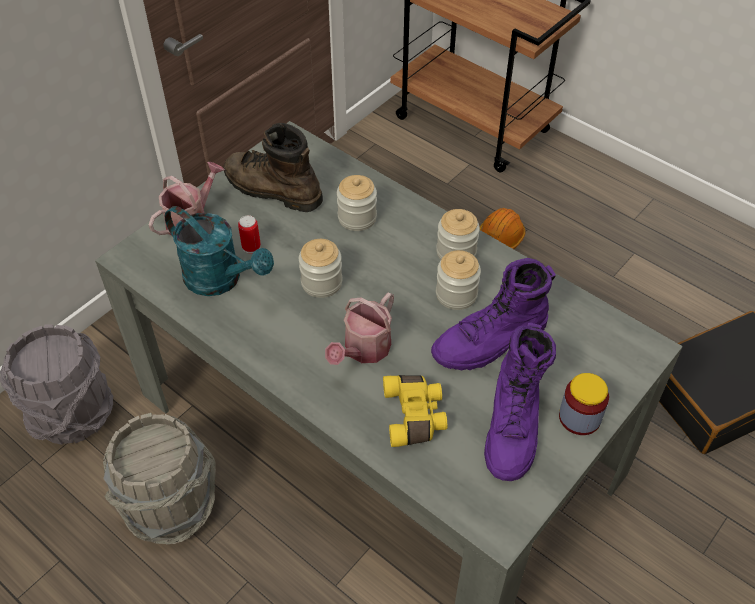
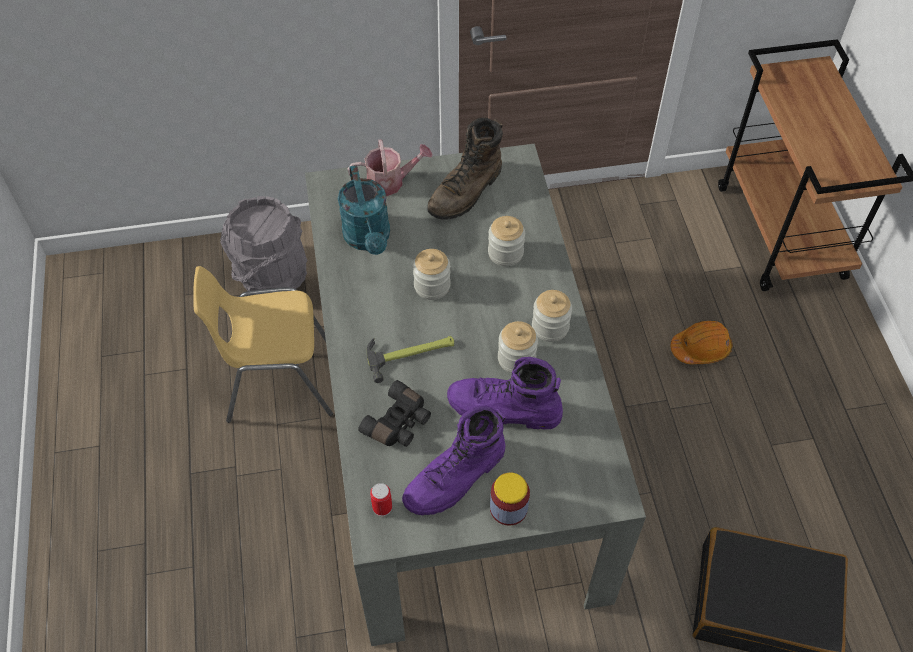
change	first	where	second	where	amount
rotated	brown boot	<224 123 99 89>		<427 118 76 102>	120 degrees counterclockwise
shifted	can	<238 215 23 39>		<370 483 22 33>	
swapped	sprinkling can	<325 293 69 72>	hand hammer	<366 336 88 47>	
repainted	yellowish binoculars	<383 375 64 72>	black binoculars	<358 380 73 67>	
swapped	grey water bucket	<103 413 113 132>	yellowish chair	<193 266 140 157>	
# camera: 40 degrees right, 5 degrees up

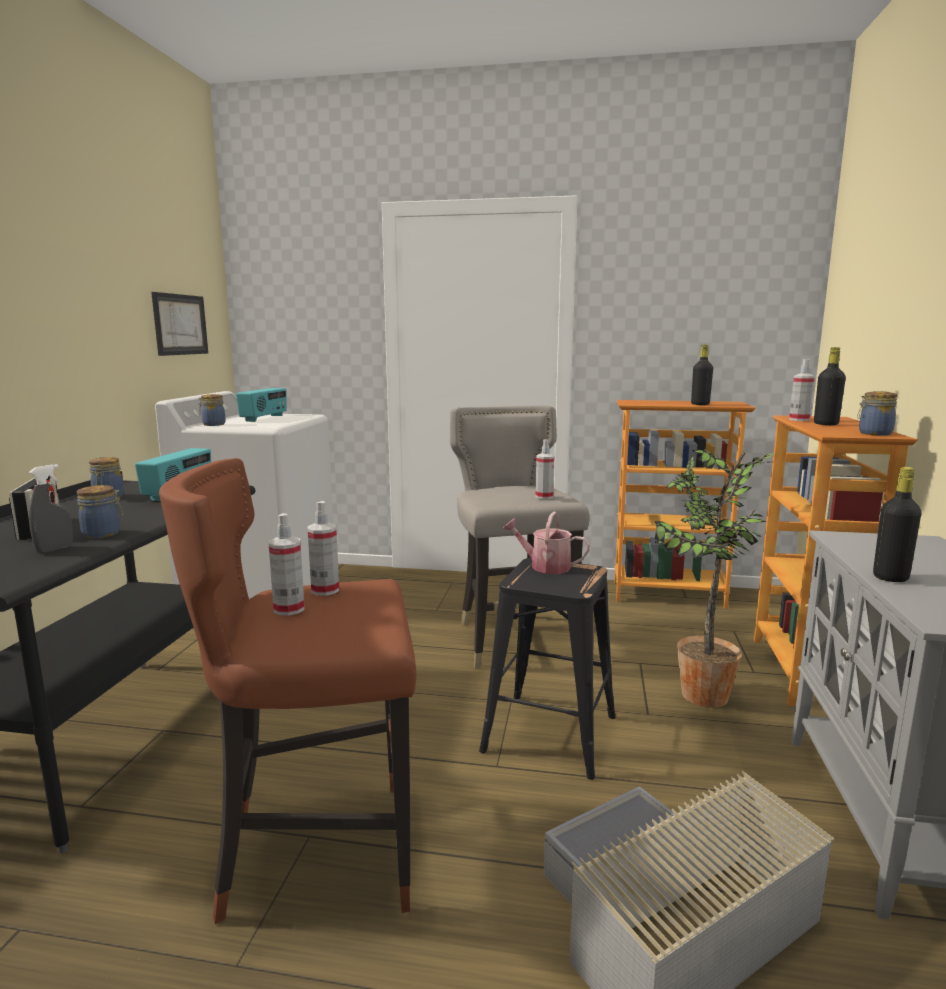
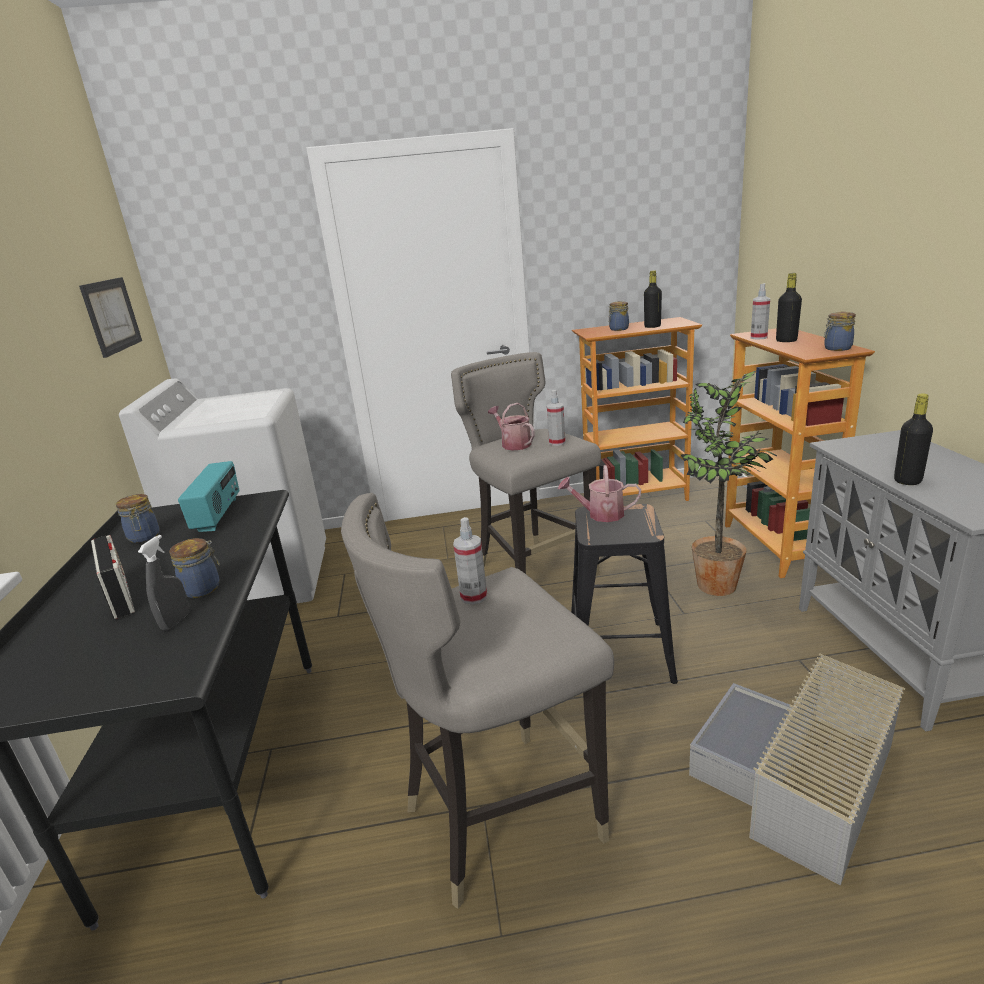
change	first	where	second	where	amount
gone	radio receiver	<236 388 51 34>			
shifted	preserve jar	<198 394 27 32>		<608 301 21 30>	
repainted	brown stool seat	<159 458 257 466>	grey stool seat	<341 493 273 416>	
gone	spray bottle	<269 513 36 103>			
new			sprinkling can	<488 403 47 47>	
# camera: 15 degrees left, 10 degrees up

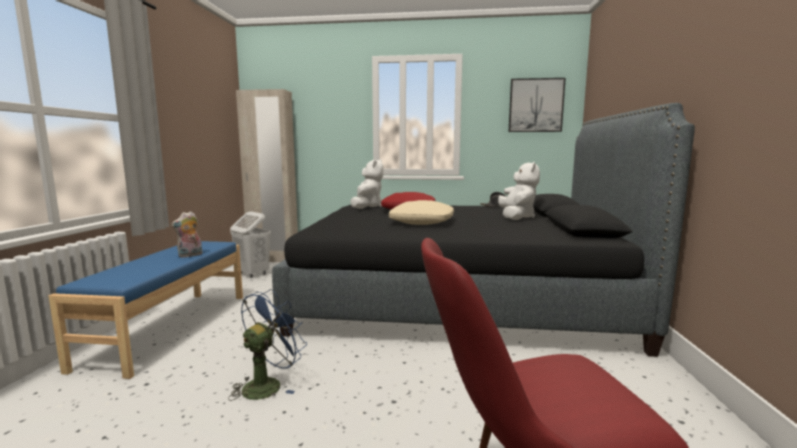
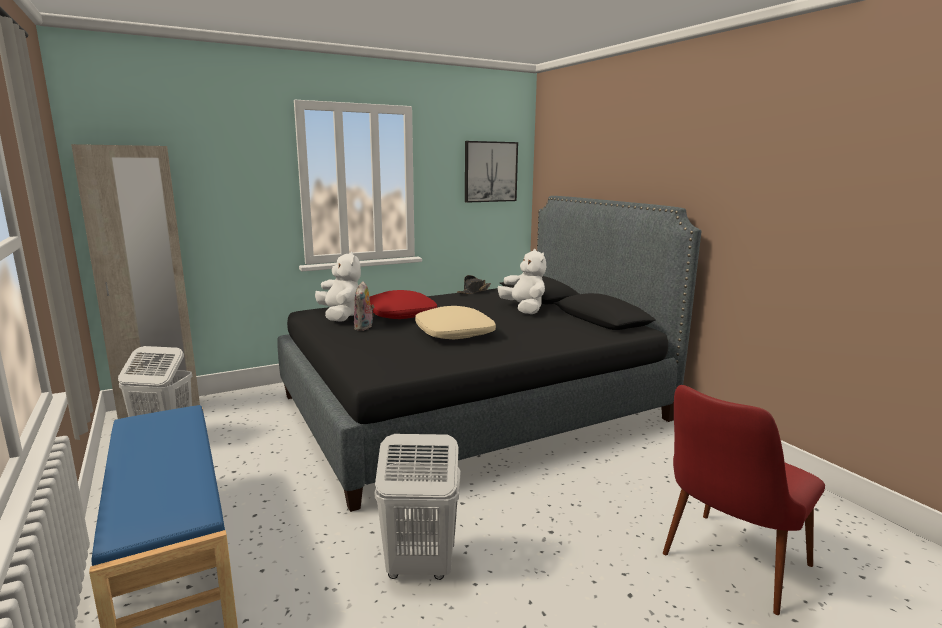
change	first	where	second	where	amount
shifted	soft toy	<171 211 31 47>		<354 281 20 50>	
swapped	blue fan	<228 289 79 112>	white laundry basket	<375 434 85 146>	
# camera: 35 degrees left, 5 degrees up

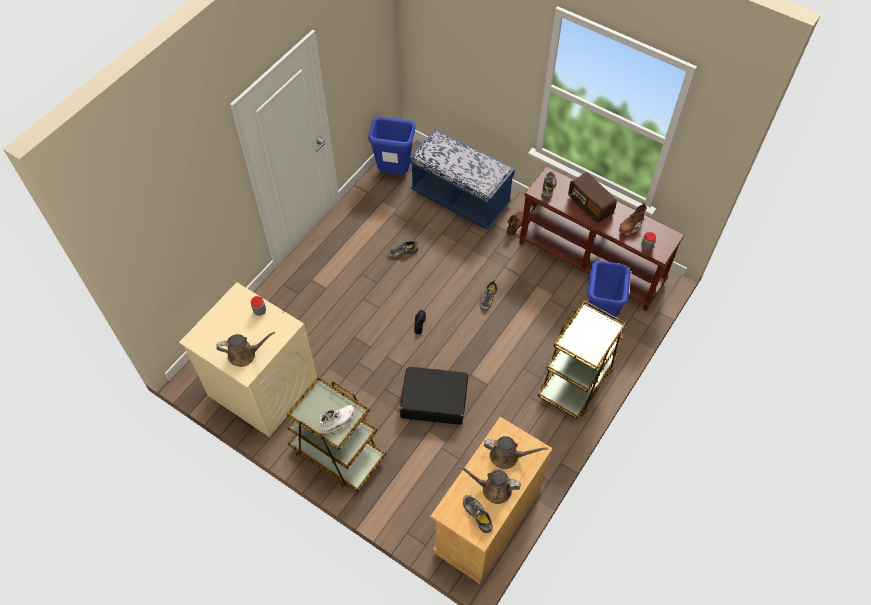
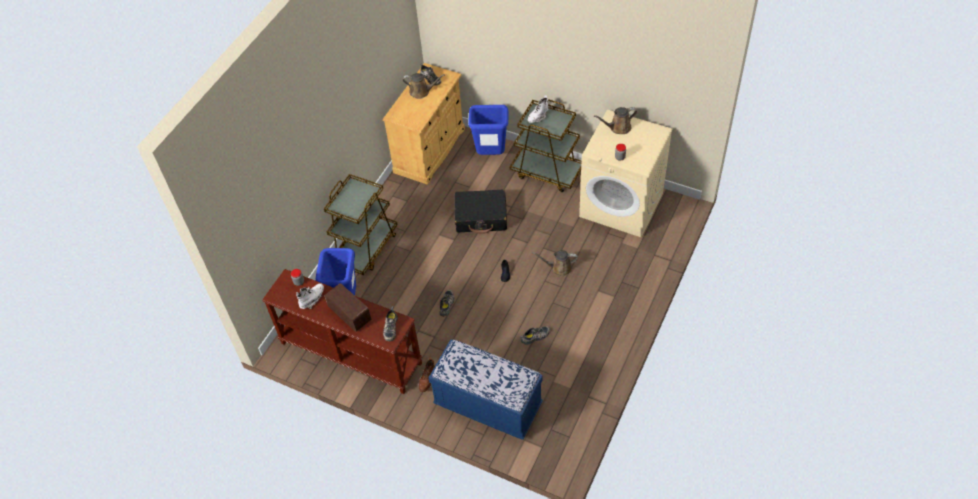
change	first	where	second	where	amount
shifted	blue waste bin	<368 117 48 57>		<468 105 41 50>	
repainted	brown boot	<619 203 28 31>	white boot	<296 284 28 25>	
shifted	brown sprinkling can	<484 436 64 33>		<532 250 46 26>	
# camera: 175 degrees right, 5 degrees down

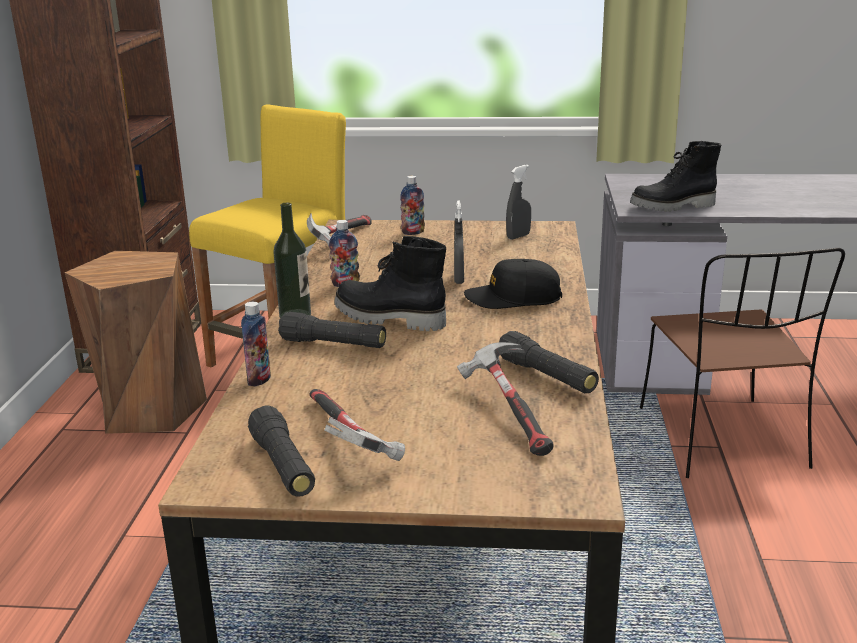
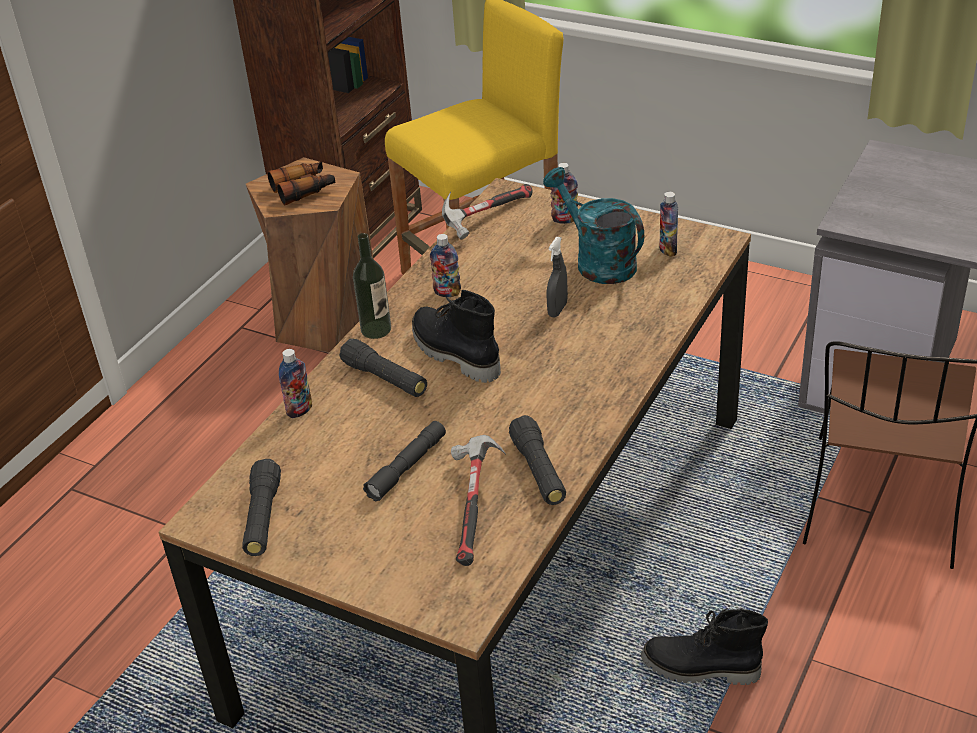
change	first	where	second	where	amount
shifted	black boot	<630 141 91 71>		<641 608 127 77>	
swapped	grey spray bottle	<506 165 25 75>	bottle	<659 192 19 65>	
gone	black cap	<464 259 98 50>			
gone	hand hammer	<309 389 96 72>			
new			binoculars	<267 162 69 43>	
new			blue-green sprinkling can	<543 167 101 117>	
new			grey flashlight	<363 421 83 81>	
# camera: 25 degrees right, 15 degrees up

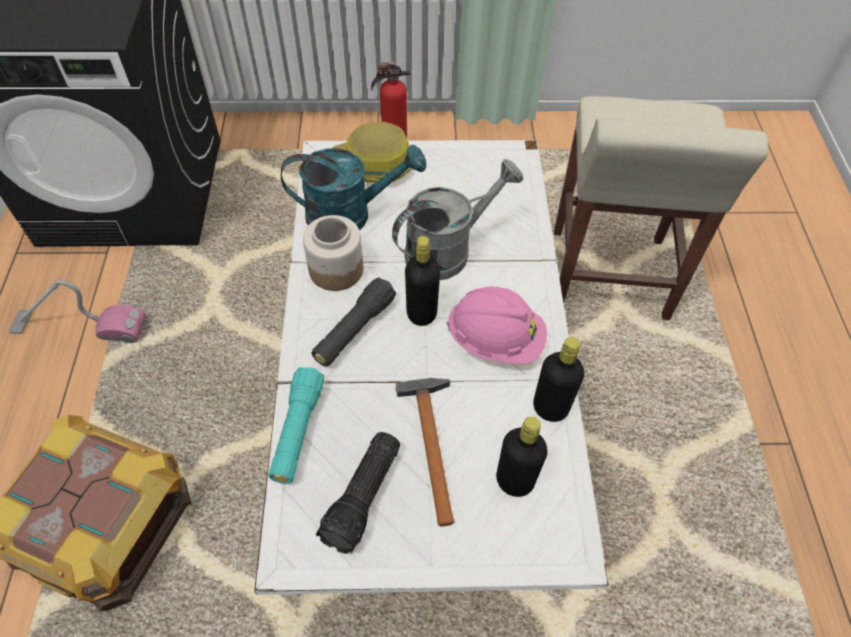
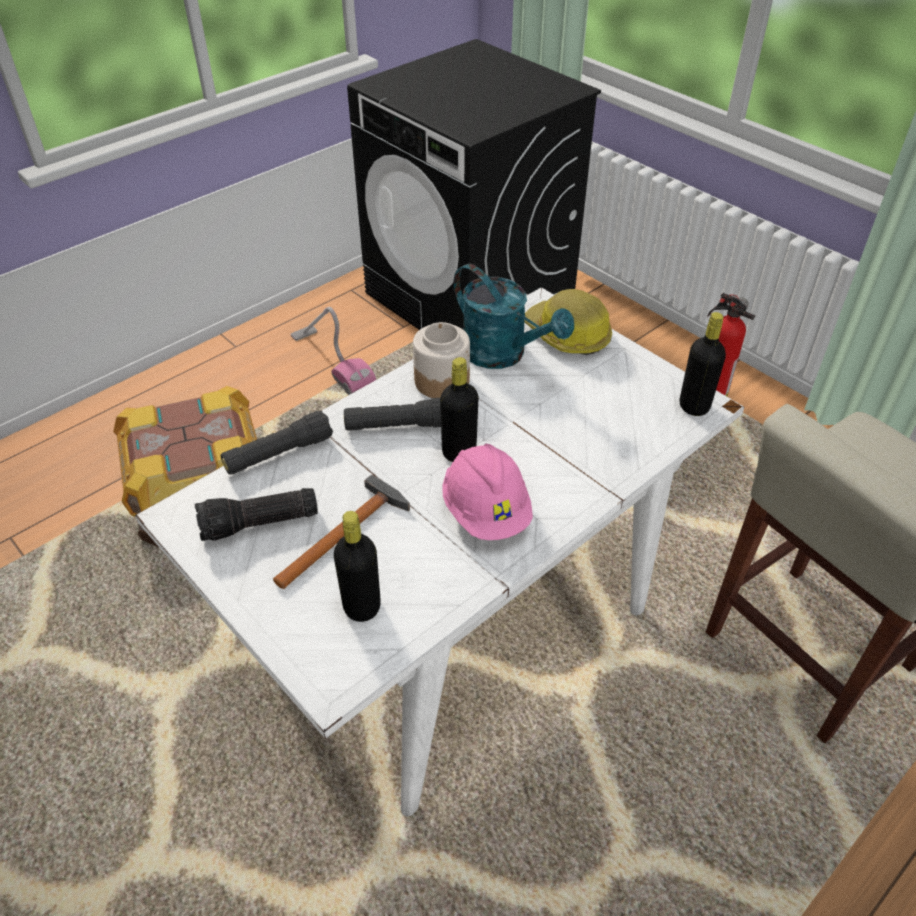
change	first	where	second	where	amount
gone	grey sprinkling can	<392 159 131 121>			
shifted	black bottle	<533 337 51 85>		<680 312 46 104>	
repainted	blue-green flashlight	<269 367 55 117>	black flashlight	<220 411 113 64>	
# camera: 50 degrees right, 10 degrees down

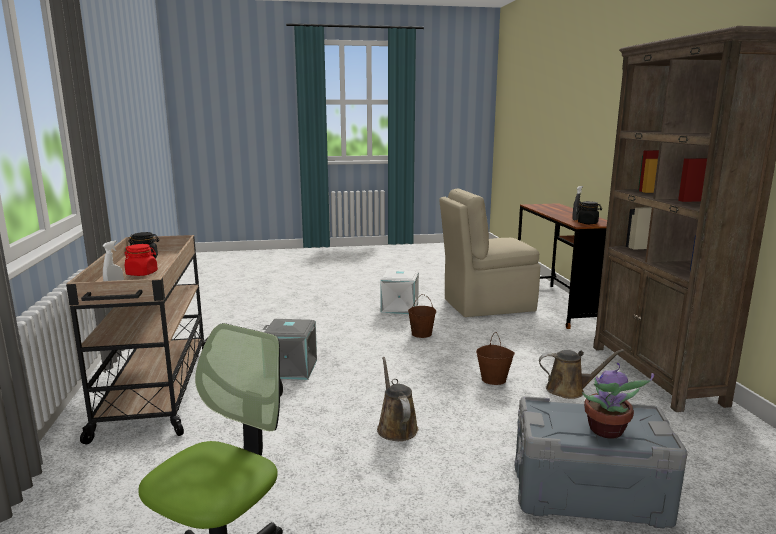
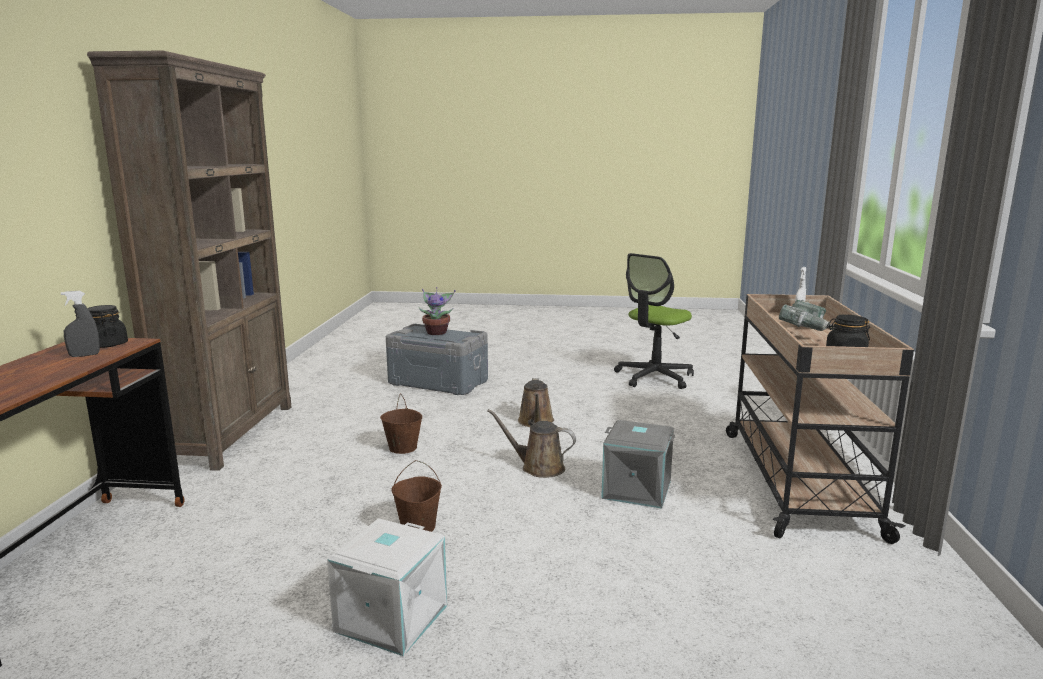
change	first	where	second	where	amount
gone	beige-coloured chair	<439 188 101 129>			
swapped	reddish preserve jar	<125 244 33 32>	drill	<779 300 55 31>	
shifted	brown sprinkling can	<539 349 85 50>		<487 409 89 69>	
# camera: 165 degrees left, 0 degrees up

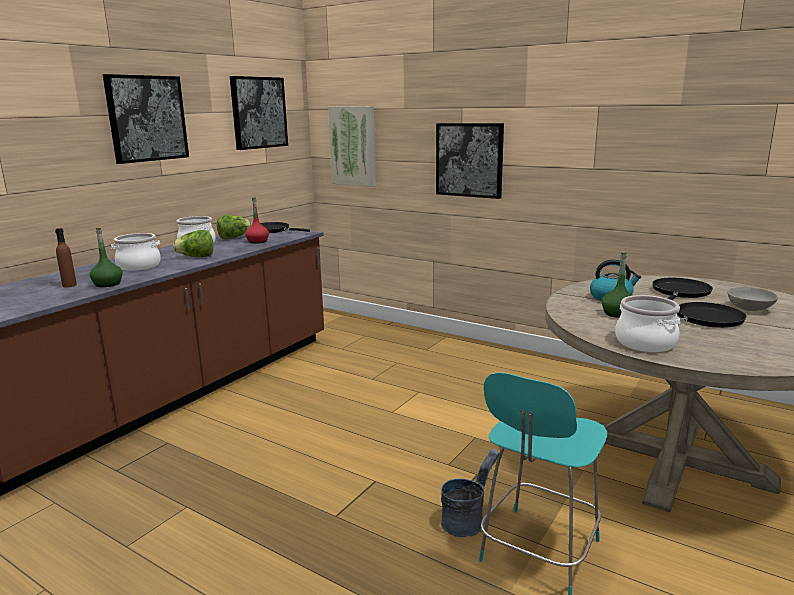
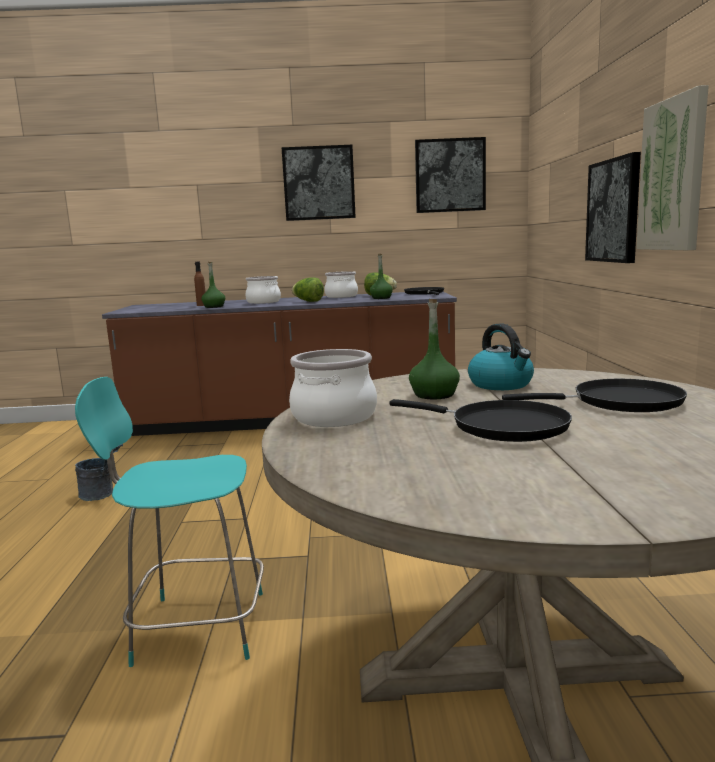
change	first	where	second	where	amount
shifted	picture	<328 106 48 81>		<636 85 73 165>	
repainted	reddish bottle	<245 197 24 47>	green-coloured bottle	<370 254 23 45>	
gone	grey deep dish	<728 287 50 24>			
shifted	grey water bucket	<441 448 58 89>		<75 444 48 57>	
# camera: 55 degrees right, 5 degrees down

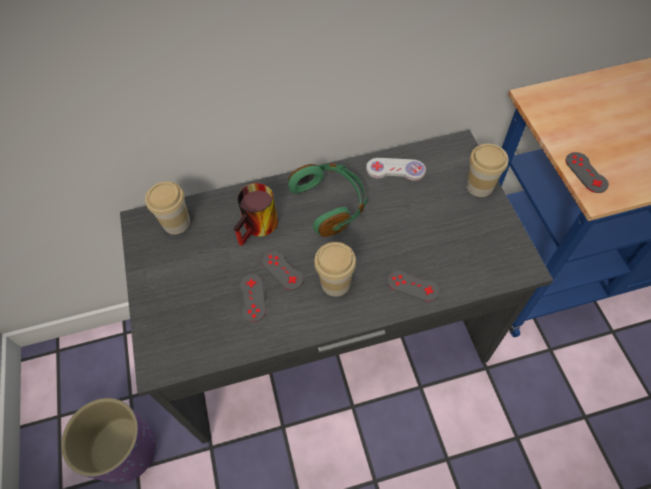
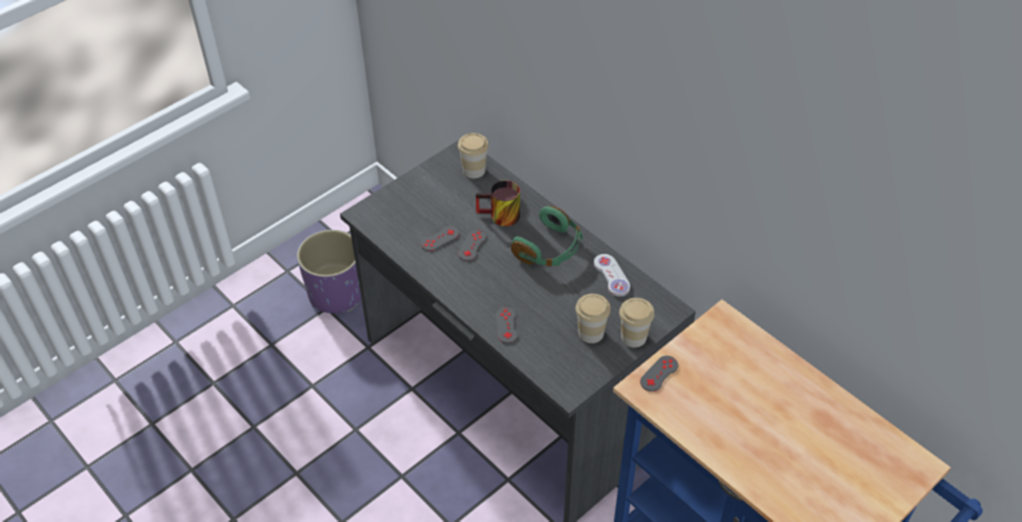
change	first	where	second	where	amount
shifted	small cup	<314 242 42 55>		<576 294 35 49>	
# camera: 60 degrees right, 10 degrees down

